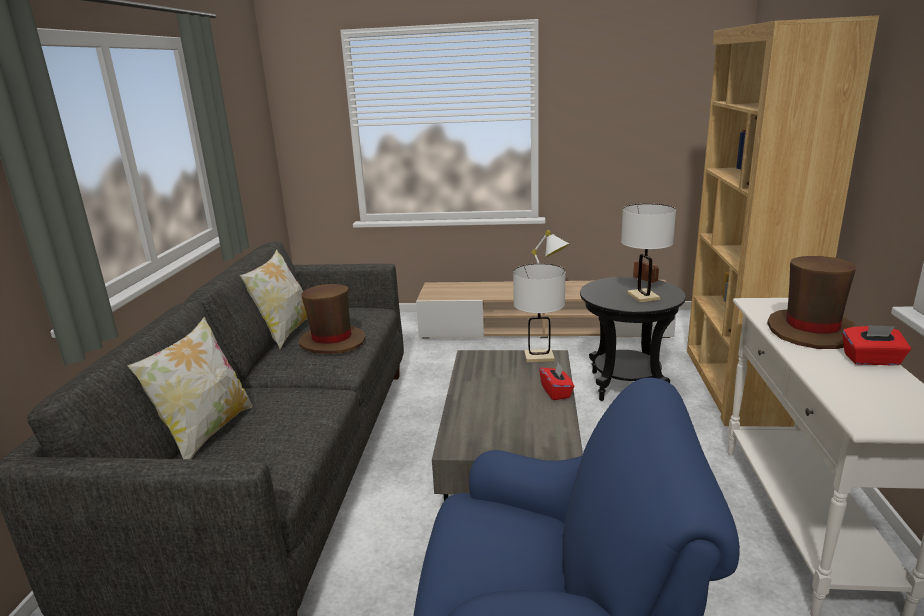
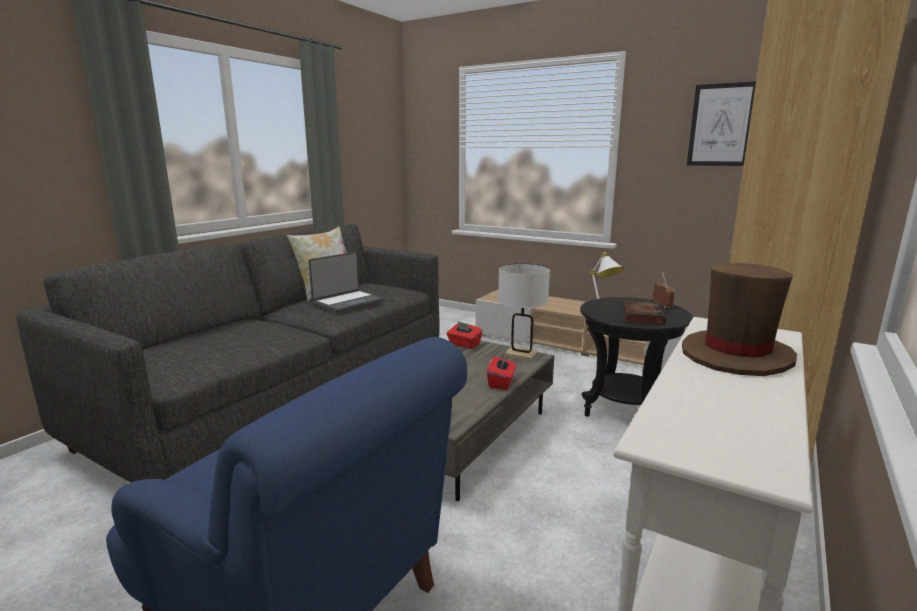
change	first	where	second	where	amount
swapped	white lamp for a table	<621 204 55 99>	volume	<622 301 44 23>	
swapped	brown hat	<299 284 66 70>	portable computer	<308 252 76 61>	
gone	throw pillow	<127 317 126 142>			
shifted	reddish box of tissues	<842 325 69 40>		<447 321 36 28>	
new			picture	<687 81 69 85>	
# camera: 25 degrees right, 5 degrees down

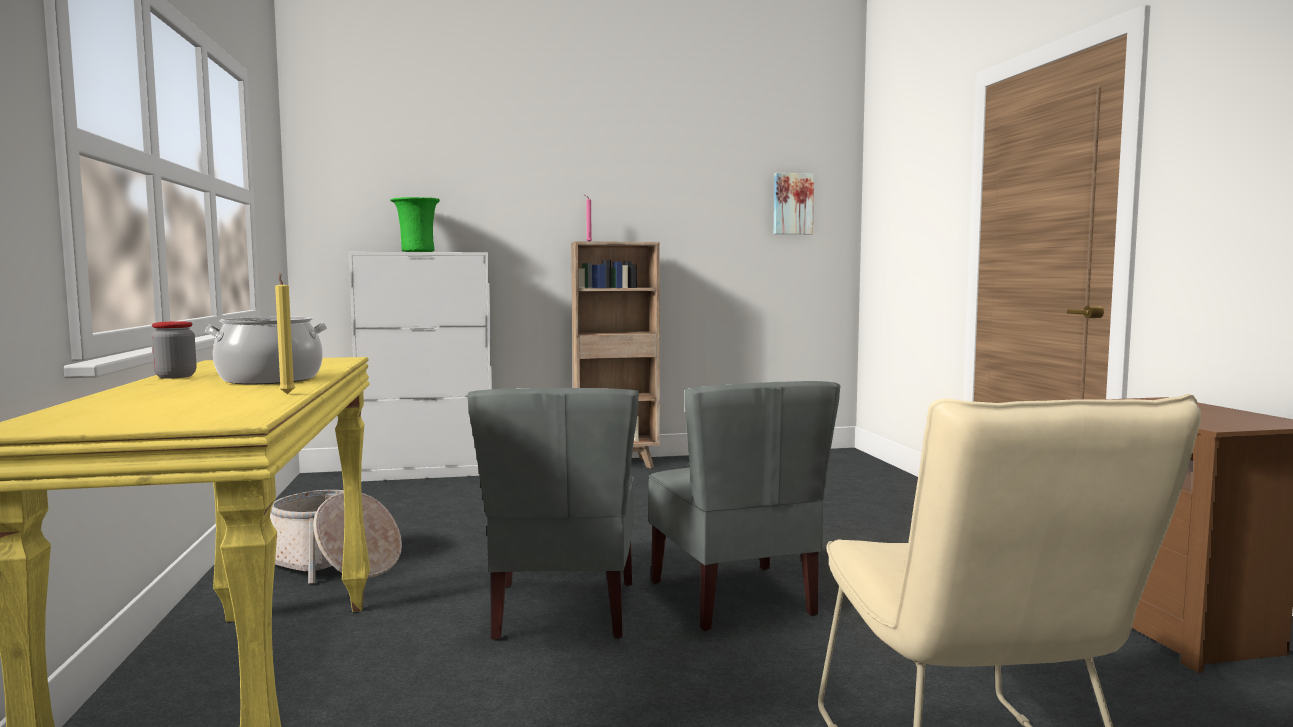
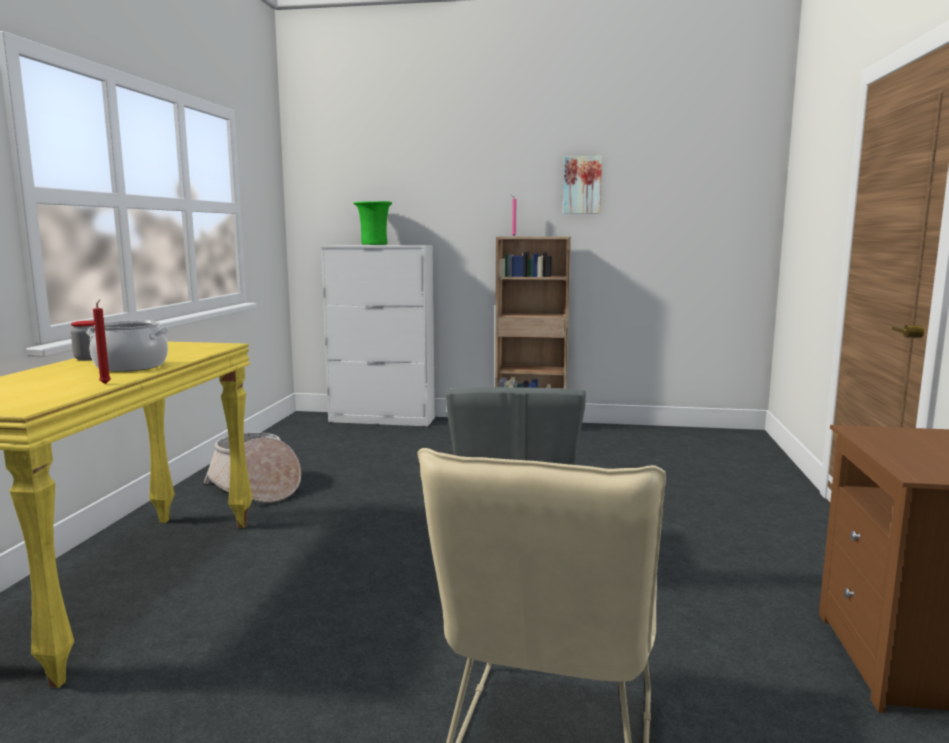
change	first	where	second	where	amount
shifted	picture	<774 173 40 61>		<563 156 39 58>	
repainted	yellowish wax candle	<275 273 20 121>	reddish wax candle	<93 299 18 85>	
gone	grey chair	<468 388 171 253>			
# camera: 20 degrees right, 5 degrees up

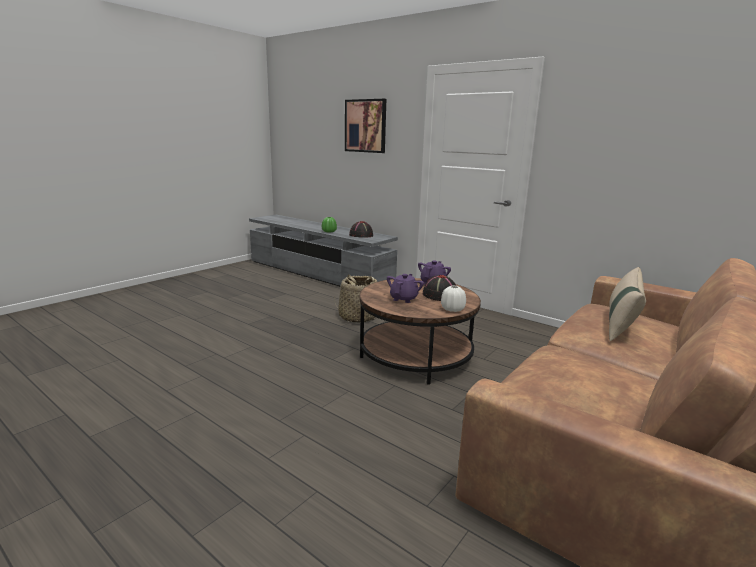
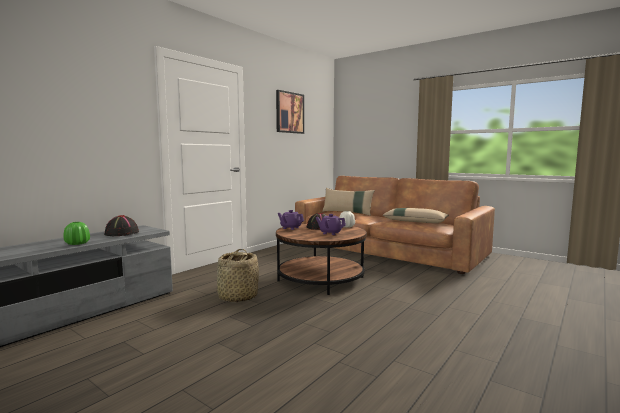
change	first	where	second	where	amount
shifted	picture	<345 99 41 54>		<276 90 28 44>	
new			beige-coloured throw pillow	<383 208 66 15>	
# camera: 90 degrees left, 10 degrees down

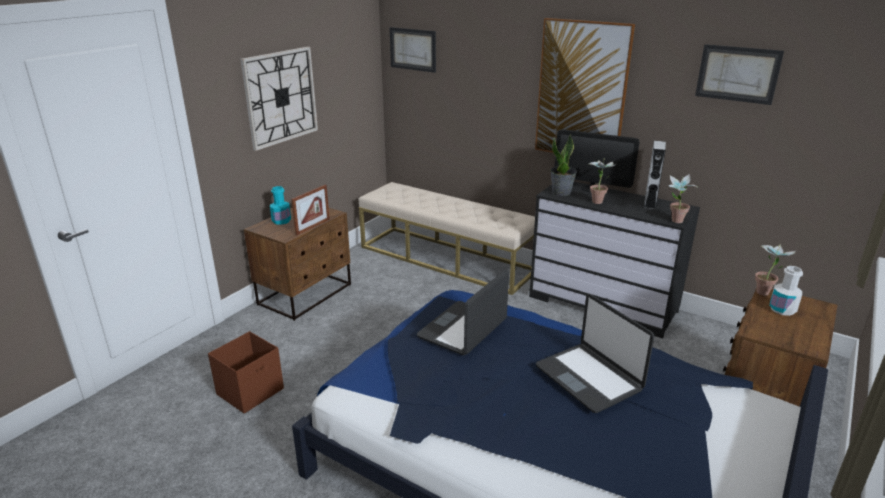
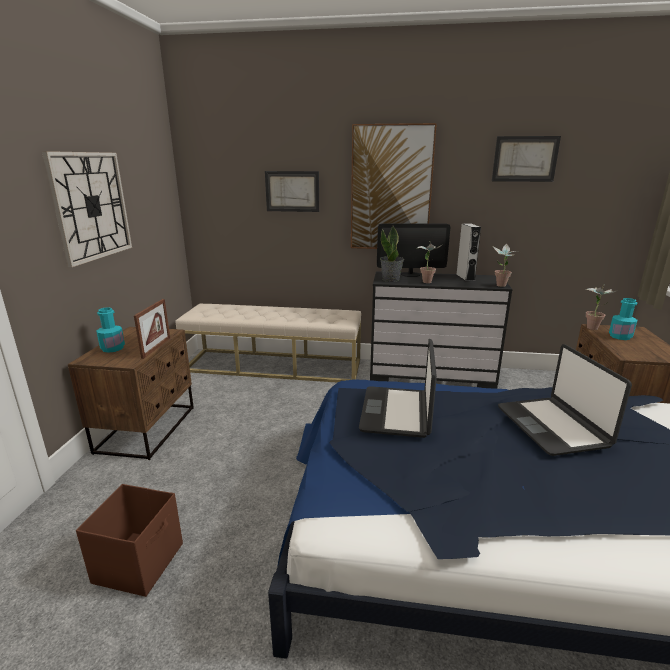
change	first	where	second	where	amount
shifted	picture	<390 27 46 46>		<265 171 54 41>	
repainted	white bottle	<770 266 33 50>	blue-green bottle	<609 298 29 42>	
rotated	portable computer	<536 294 118 119>		<498 344 134 112>	45 degrees clockwise
# camera: 25 degrees left, 5 degrees down

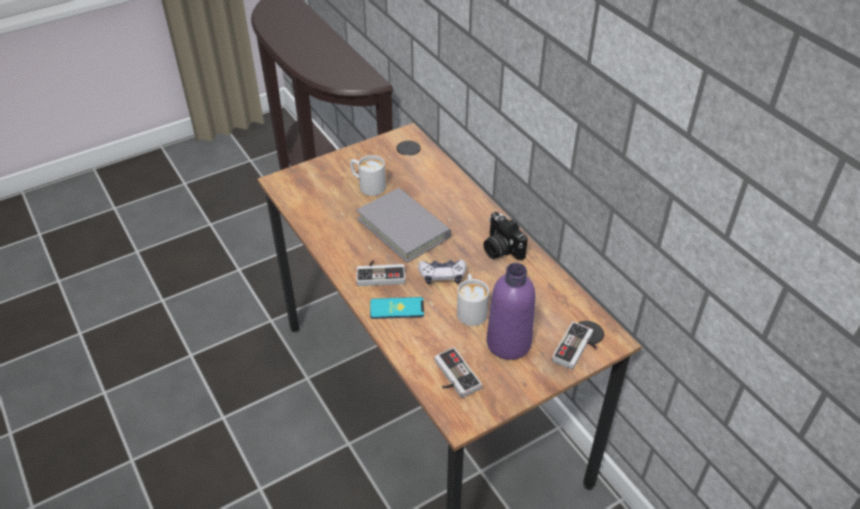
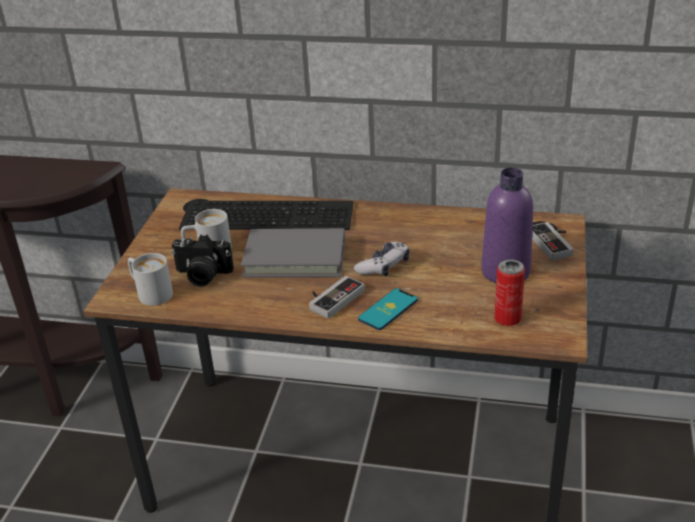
change	first	where	second	where	amount
shifted	still camera	<483 212 45 48>		<171 235 63 52>	
shifted	white tea mug	<457 274 32 52>		<128 253 45 53>	
swapped	joypad	<435 347 47 51>	can	<494 259 31 67>	
new			PC keyboard	<179 201 175 29>	
# camera: 45 degrees left, 10 degrees down

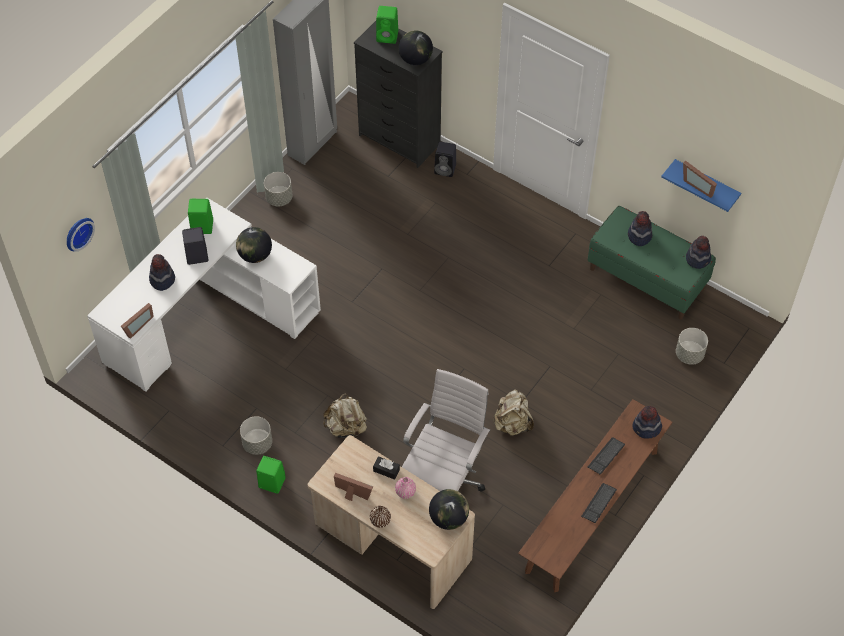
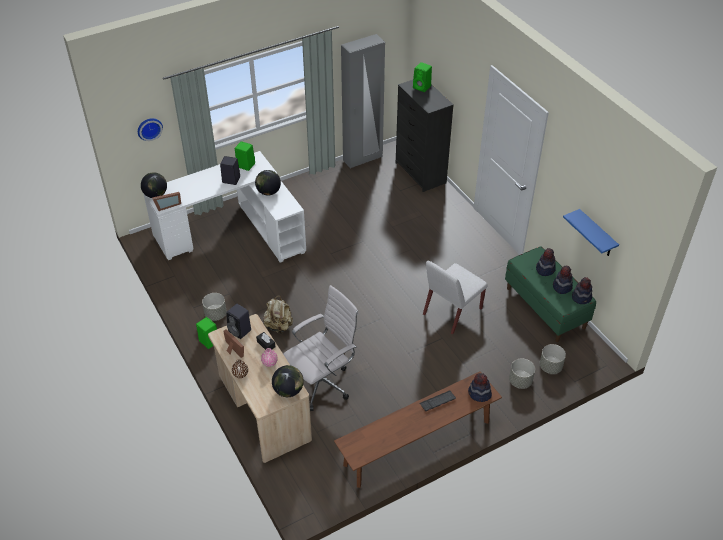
change	first	where	second	where	amount
shifted	world globe	<399 30 34 35>		<141 172 26 26>	
shifted	black speaker	<434 141 22 36>		<226 304 25 35>	
gone	standing frame	<683 160 34 38>			
shifted	grey plant pot	<264 172 29 34>		<509 359 26 30>	
shifted	hat	<149 254 26 37>		<553 266 20 28>	
gone	beige-coloured backpack	<493 389 41 47>			
gone	PC keyboard	<581 483 36 40>			
new			white chair	<423 261 65 74>	
# camera: 25 degrees right, 10 degrees down

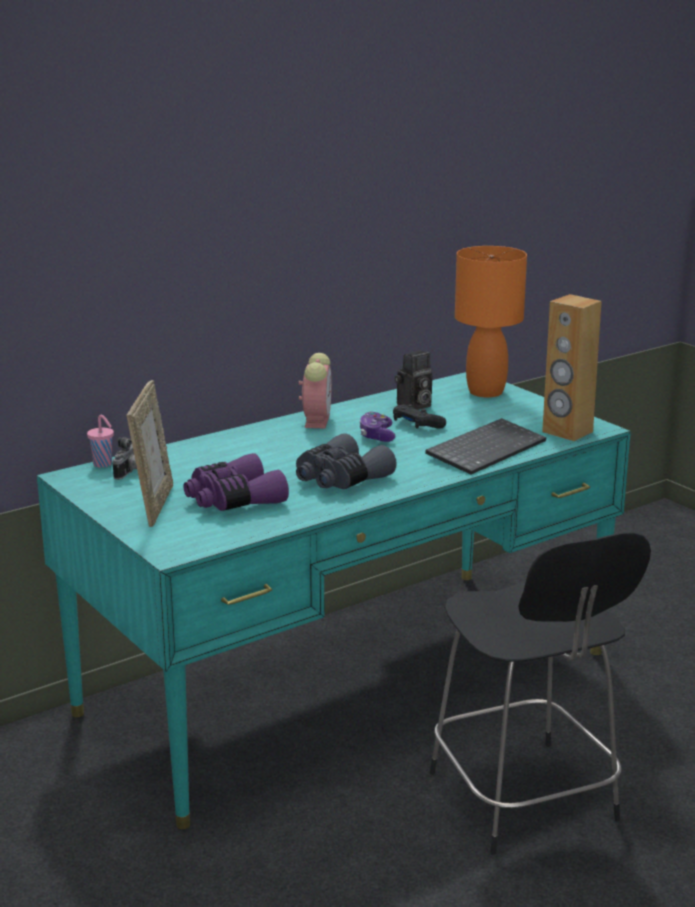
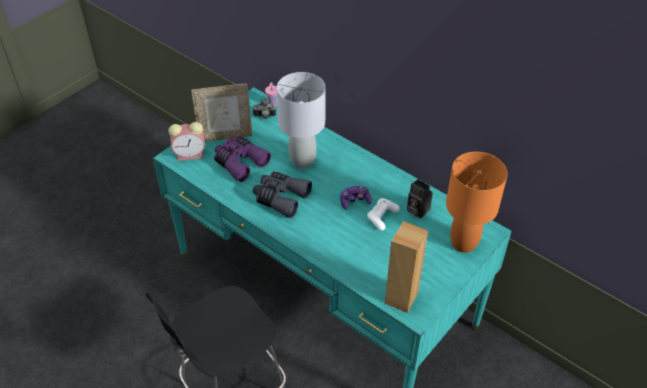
change	first	where	second	where	amount
shifted	alarm clock	<299 353 33 76>		<169 122 36 39>	
repainted	black joypad	<393 404 53 25>	white joypad	<367 198 33 33>	
gone	PC keyboard	<425 418 122 56>			
new			grey lamp for a table	<276 72 50 96>	
# camera: 75 degrees right, 25 degrees up

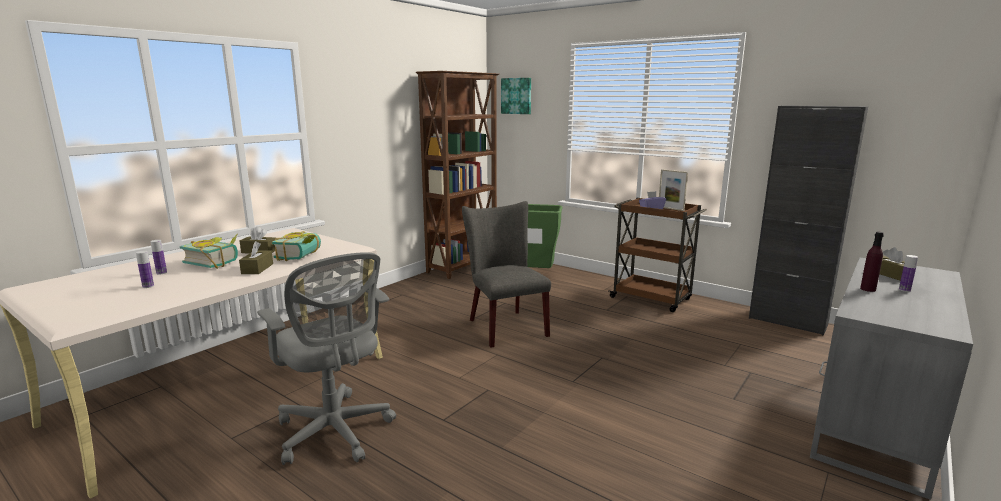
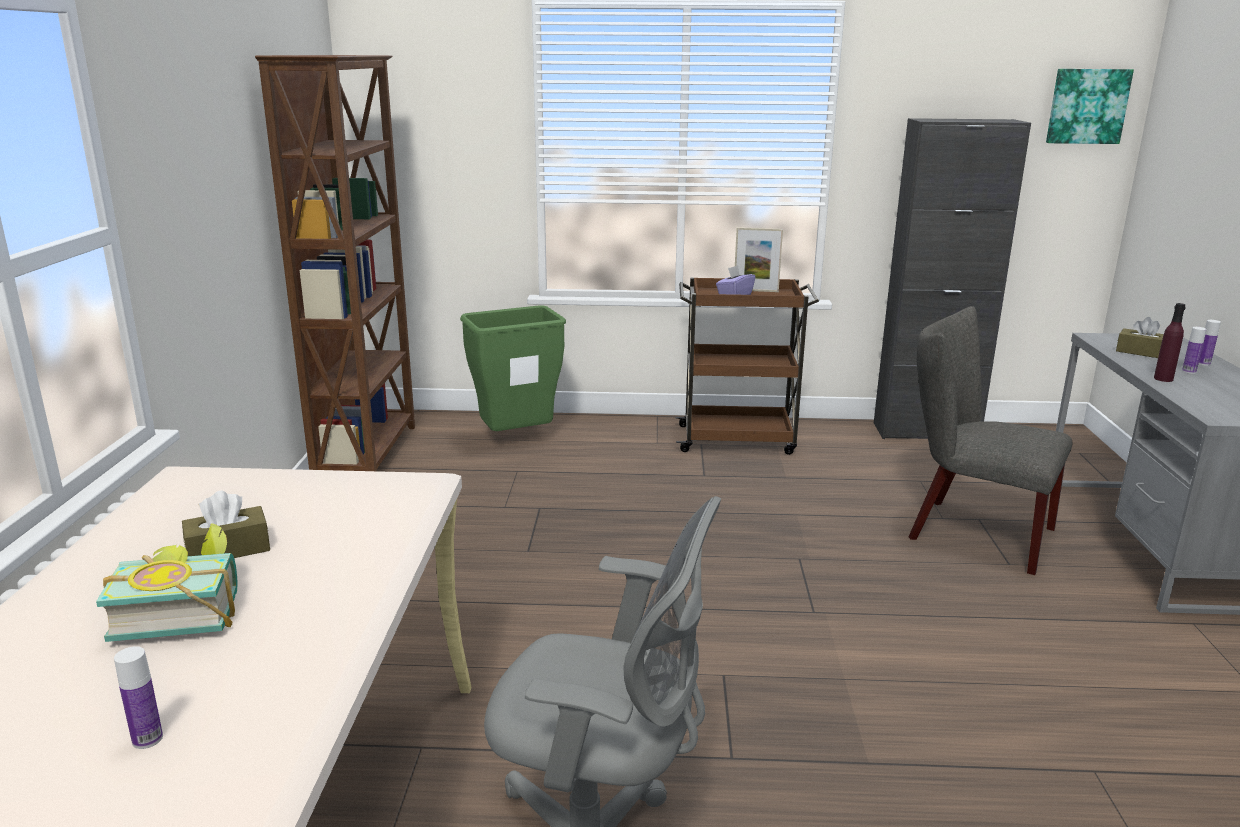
change	first	where	second	where	amount
shifted	picture	<501 78 30 36>		<1046 69 88 75>	
shifted	grey chair	<462 201 89 147>		<909 306 163 269>	
gone	volume	<272 231 49 30>			
shifted	bottle	<151 240 16 35>		<1199 320 22 46>	
gone	brown box of tissues	<239 241 34 33>			
# camera: 35 degrees left, 5 degrees up

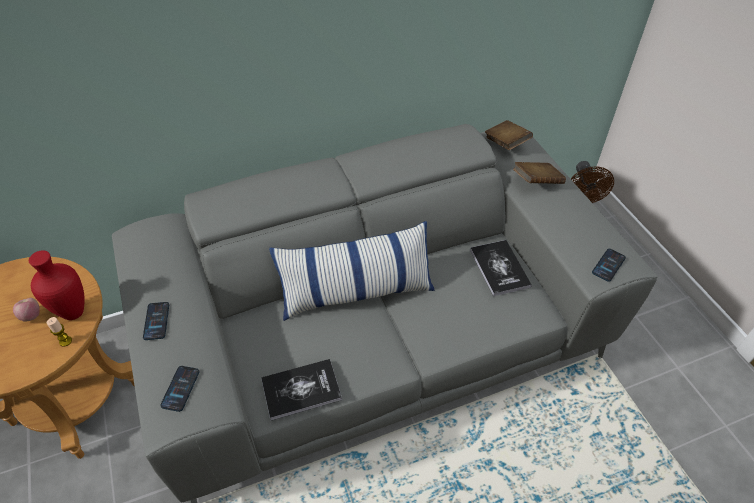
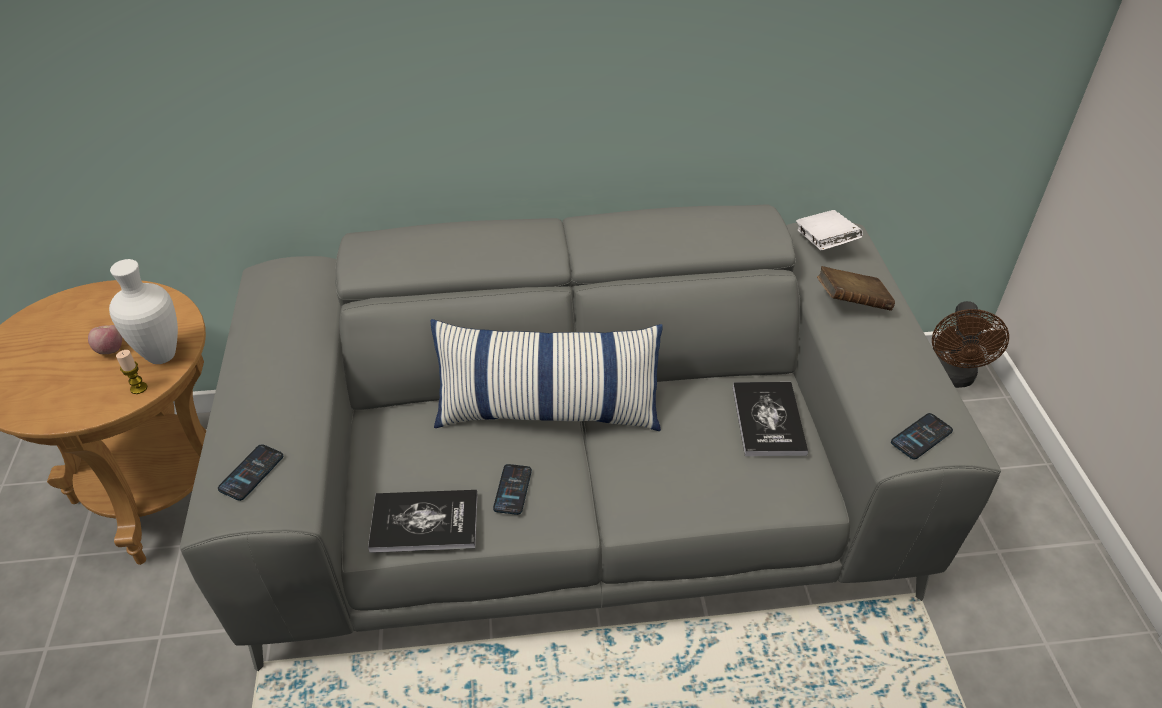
change	first	where	second	where	amount
repainted	brown volume	<485 120 48 30>	white volume	<796 210 67 40>	
repainted	reddish flower vase	<29 250 55 70>	white flower vase	<109 259 69 105>	
shifted	handset	<143 302 26 38>		<493 464 39 51>	
# camera: 15 degrees right, 5 degrees down

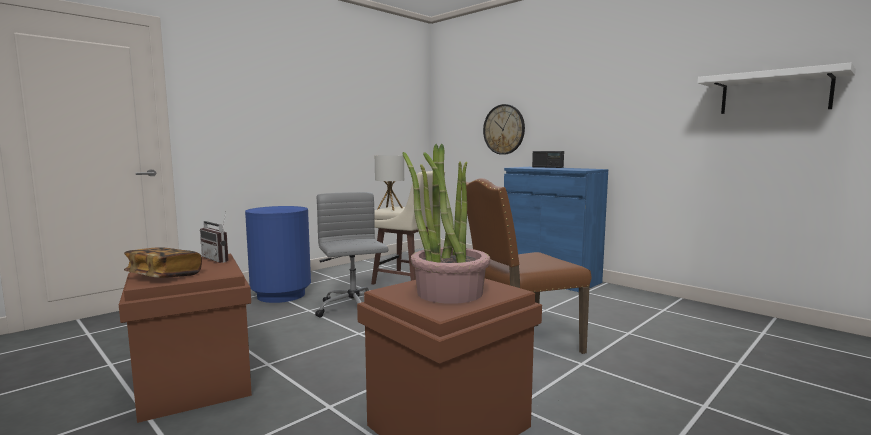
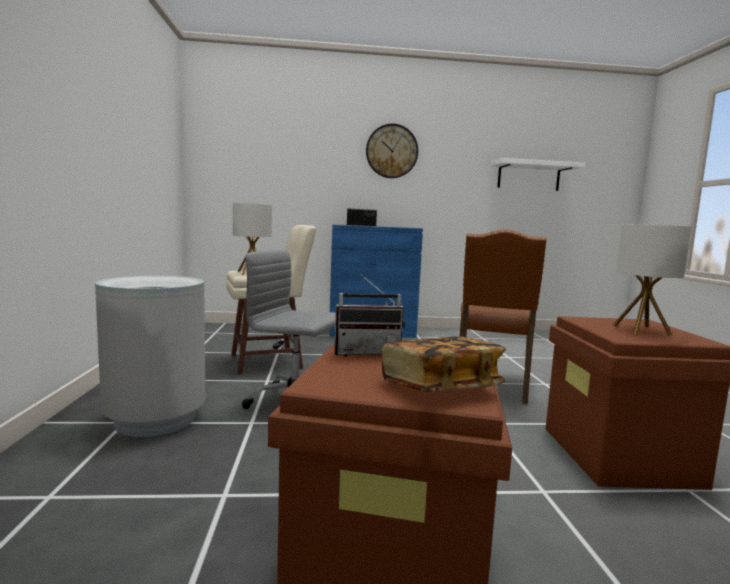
change	first	where	second	where	amount
shifted	hanging clock	<483 104 42 51>		<366 124 52 54>	
swapped	houseplant	<402 144 88 160>	lamp for a table	<612 224 79 111>	
repainted	blue waste bin	<245 206 66 97>	grey waste bin	<95 276 110 161>	
# camera: 50 degrees left, 0 degrees up

